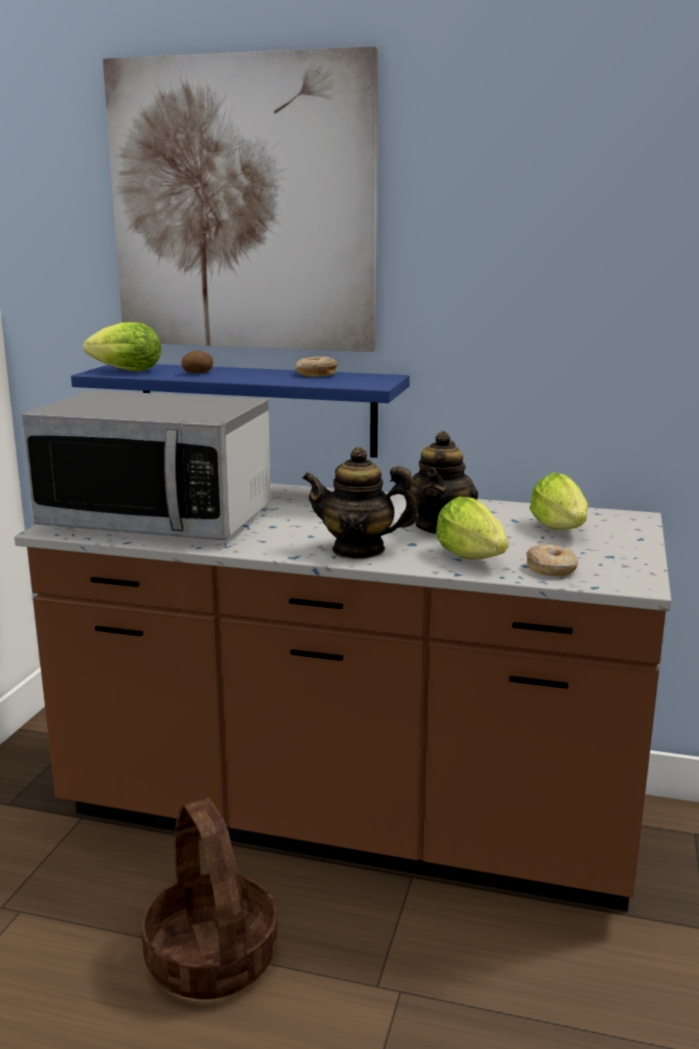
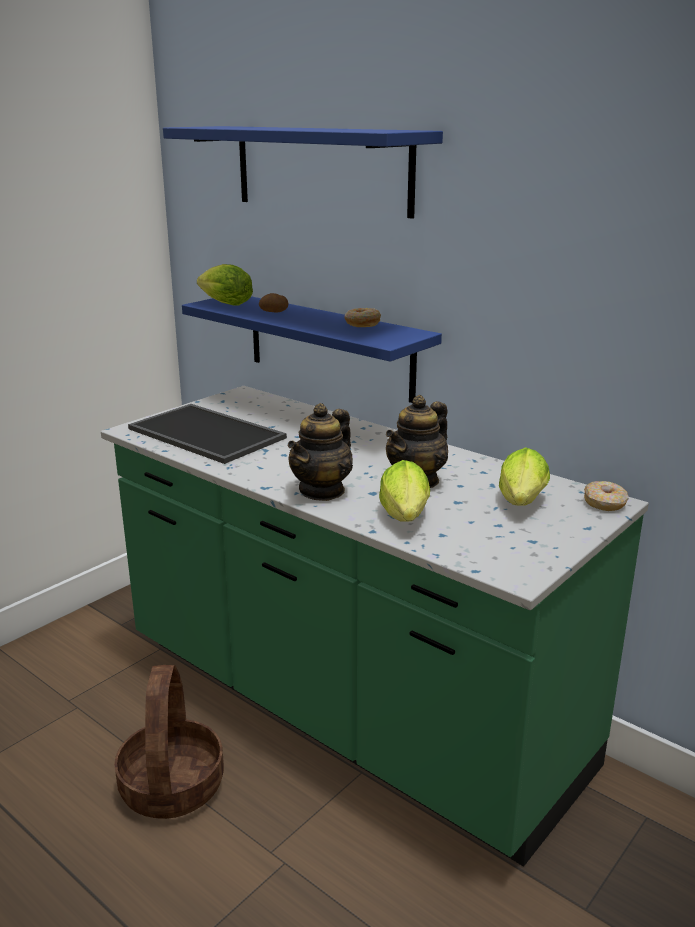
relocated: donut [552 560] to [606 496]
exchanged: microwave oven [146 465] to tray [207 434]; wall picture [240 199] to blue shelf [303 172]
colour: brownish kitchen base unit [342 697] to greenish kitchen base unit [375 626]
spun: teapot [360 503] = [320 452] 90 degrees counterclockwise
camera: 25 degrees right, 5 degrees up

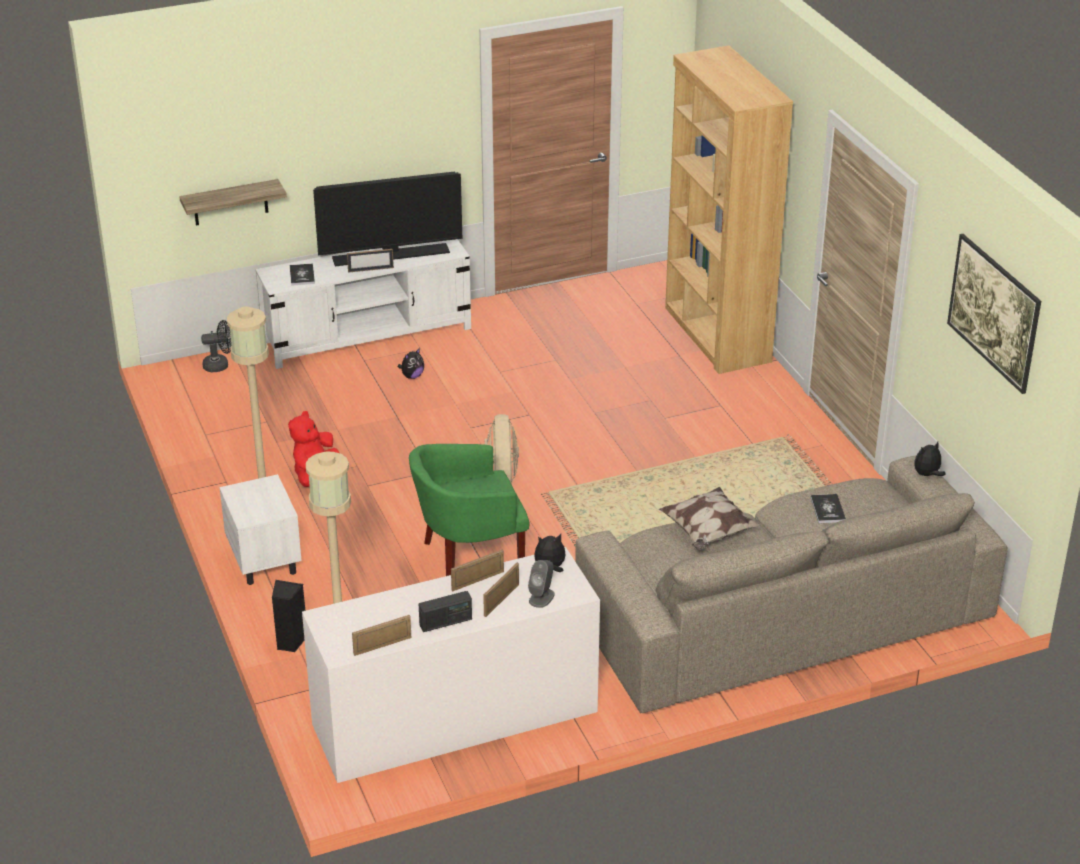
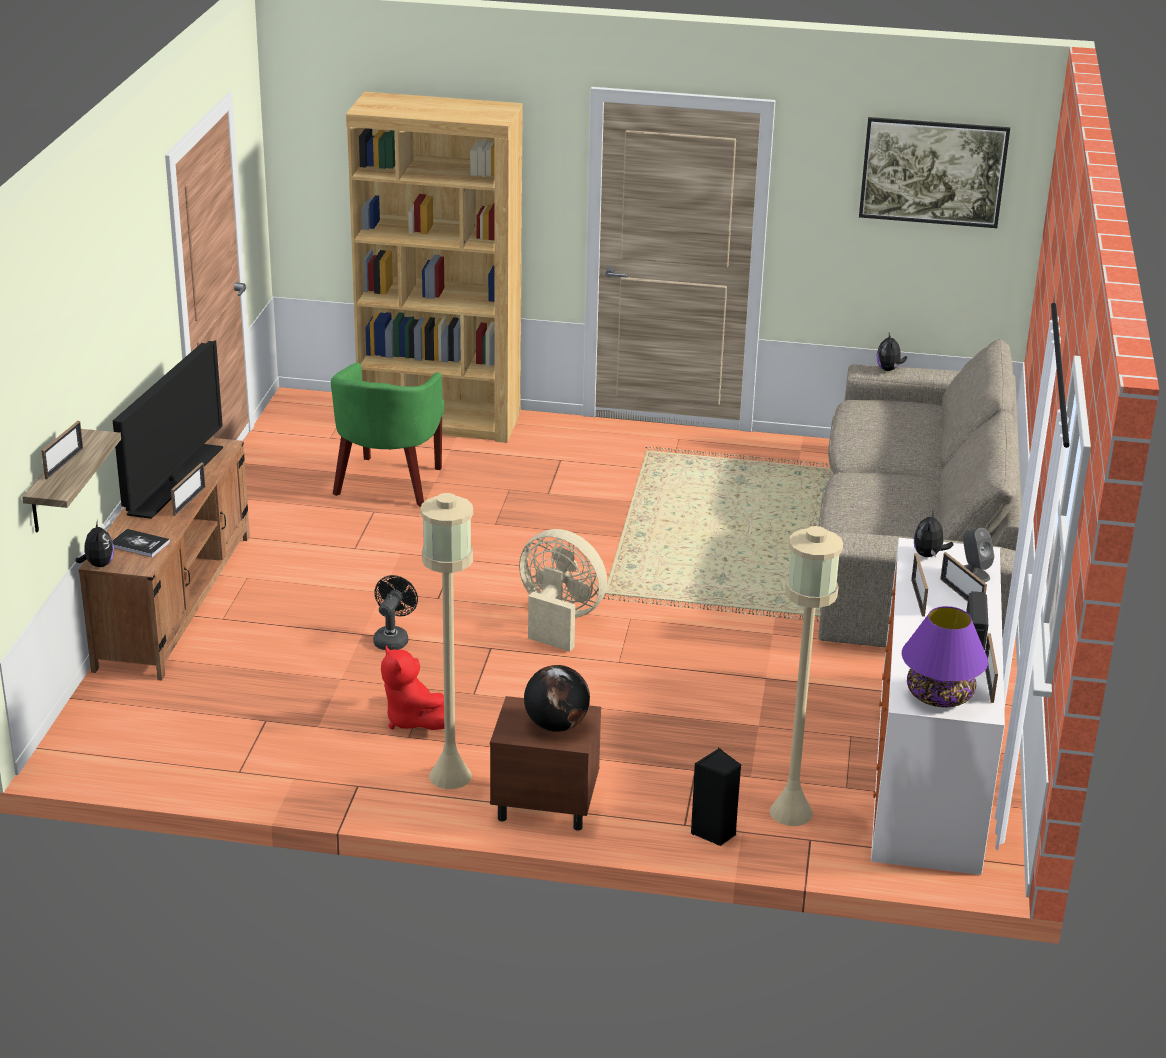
missing: throw pillow [710 518]; bound book [828 508]
appeared: standing frame [62 450]; desk globe [557 698]; purplish tabletop lamp [945 656]
relocated: blackish fan [216 346] to [395 612]; soft toy [411 363] to [94 543]; greenish lounge chair [469 510] to [387 435]
colour: white nightstand [260 529] to brownish nightstand [545 763]; white media console [363 304] to brownish media console [164 559]
camera: 60 degrees left, 5 degrees down

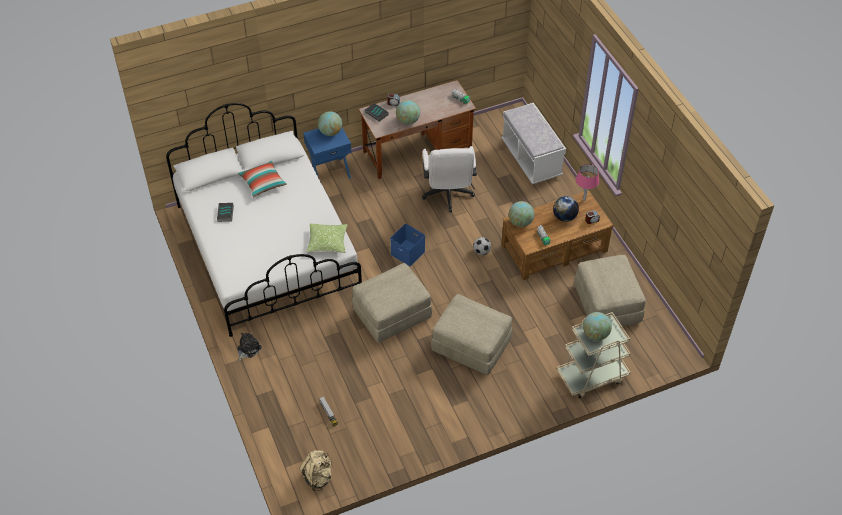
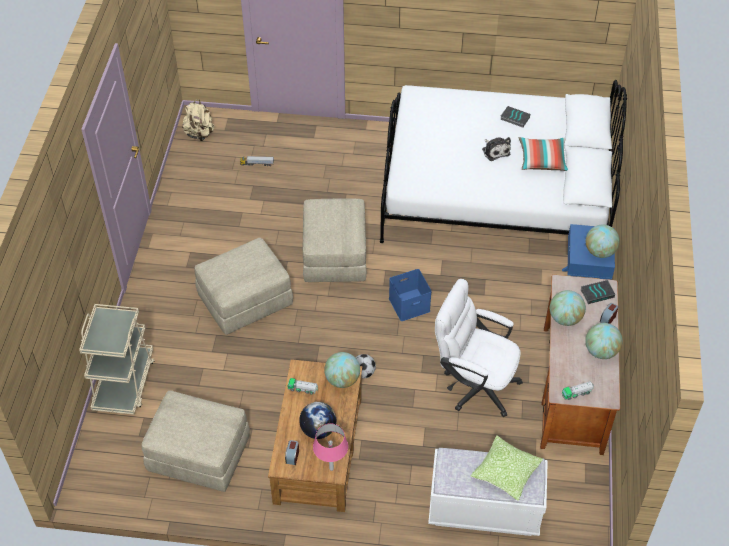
relocated: soft toy [249 347] to [496 149]; throw pillow [326 238] to [507 468]; desk globe [597 326] to [604 341]
camera: 120 degrees right, 0 degrees up

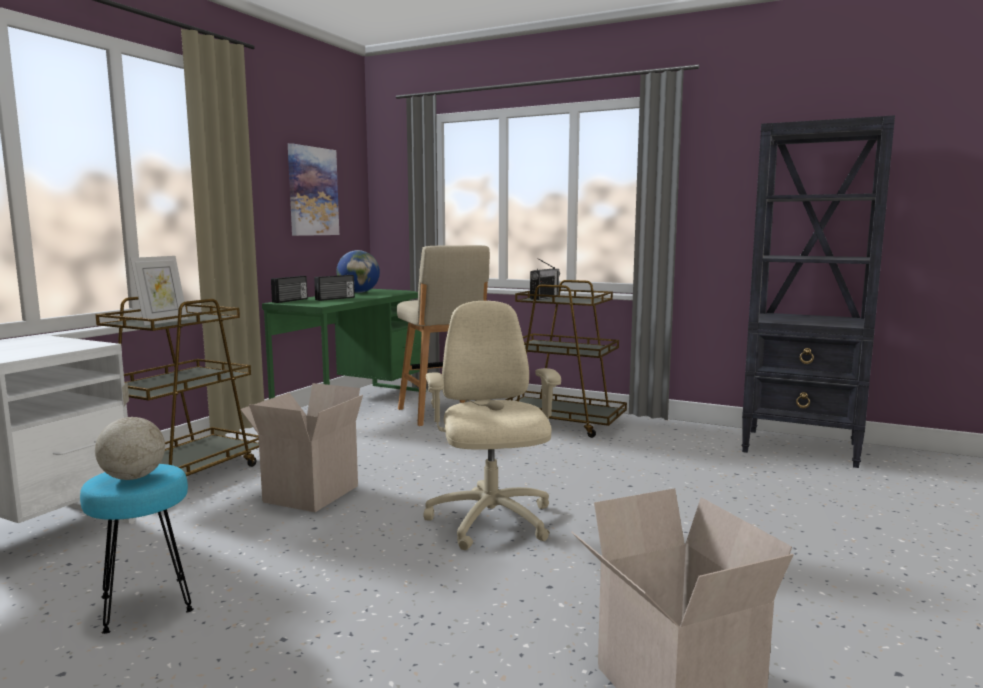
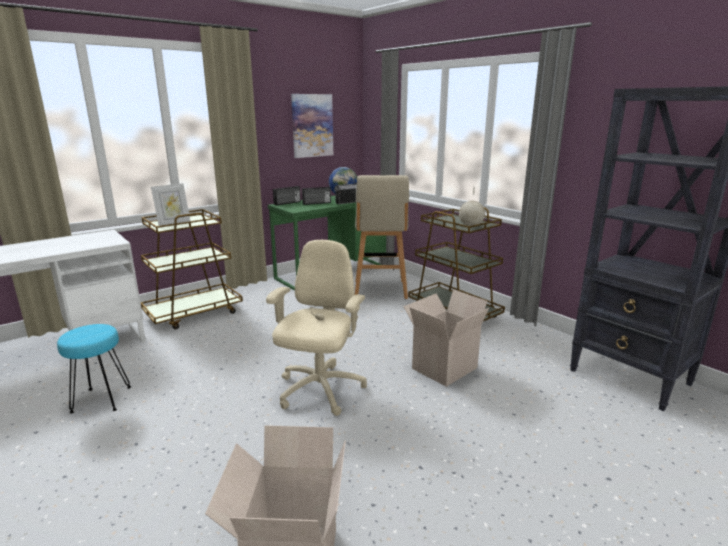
relocated: desk globe [130 431] to [472 206]; carton [301 447] to [446 338]; radio set [545 279] to [345 190]
camera: 25 degrees right, 10 degrees up

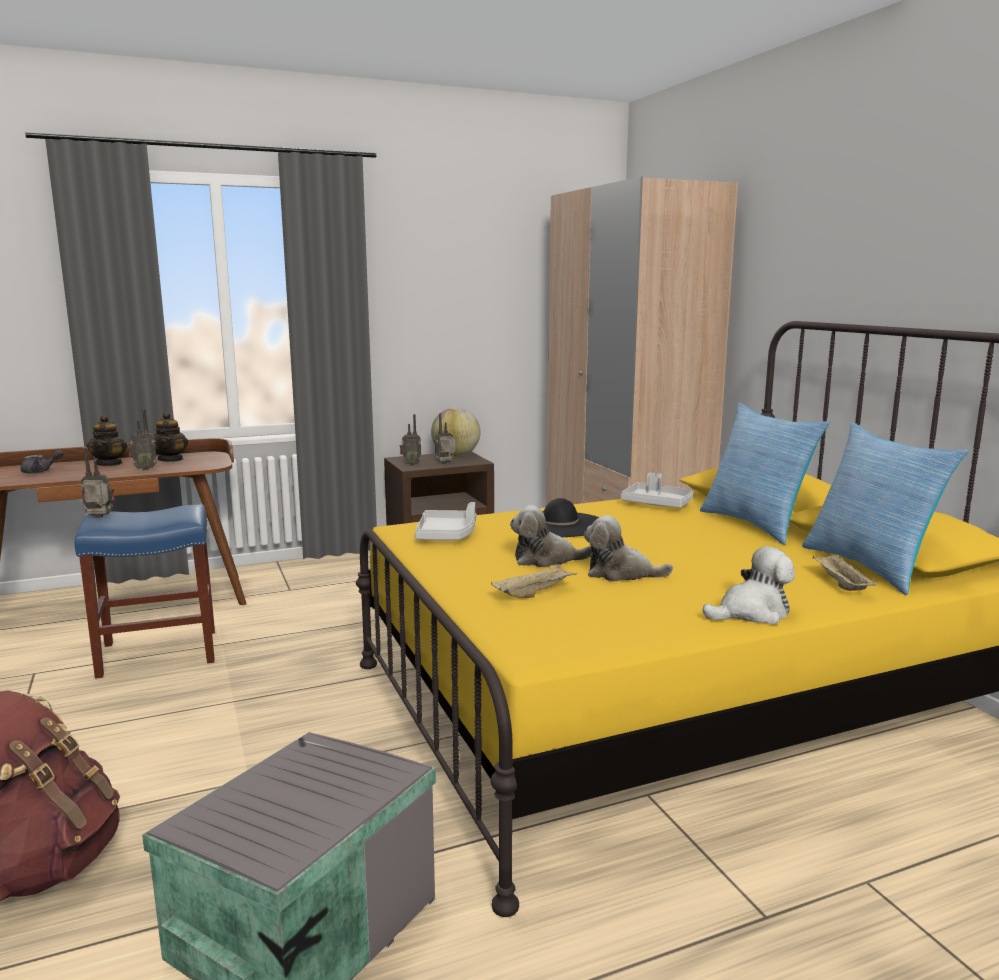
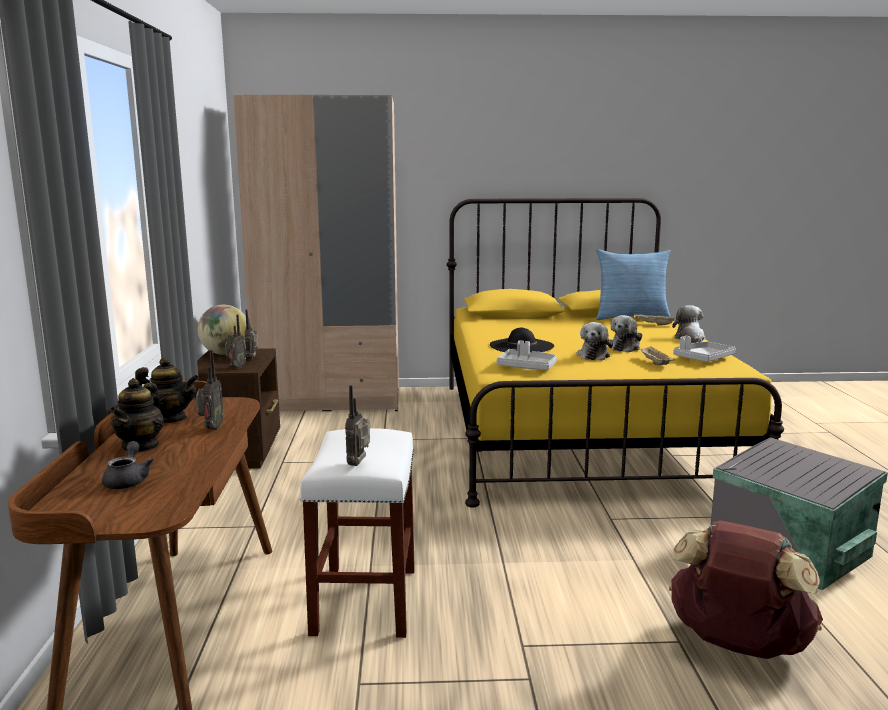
missing: throw pillow [765 473]
relocated: greyish tray [657 490] to [704 349]
colour: blue stool seat [145 591] to white stool seat [357 533]
spun: teapot [107 440] = [137 415] 90 degrees clockwise
camera: 70 degrees left, 0 degrees up

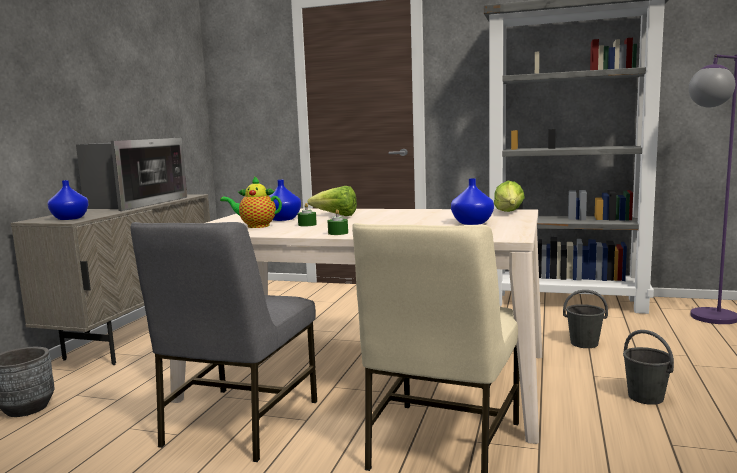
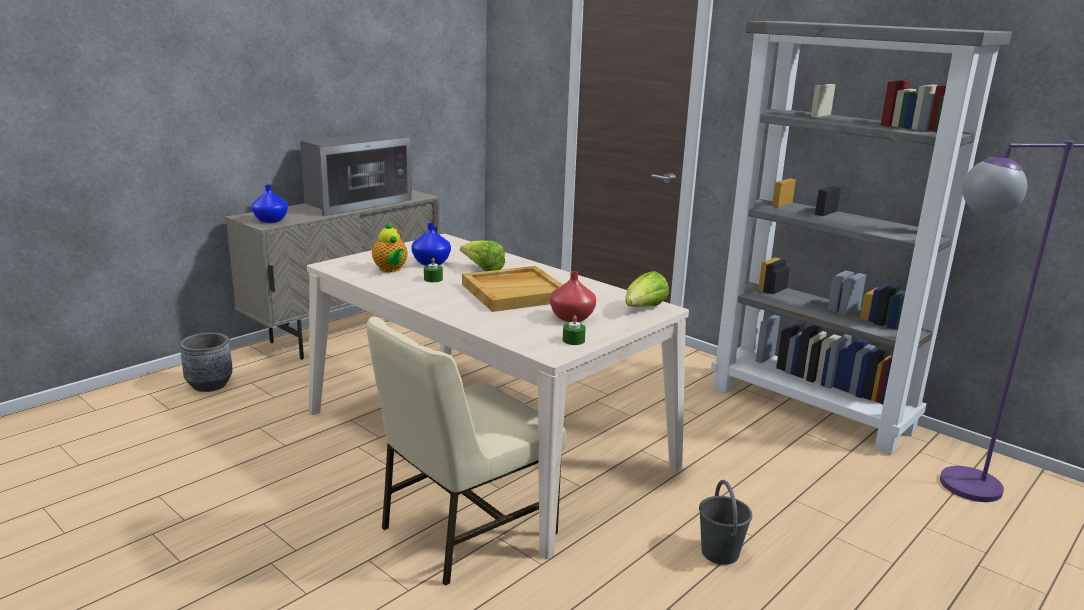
missing: greyish chair [224 342]; greyish bucket [585 319]
appeared: beige tray [512 289]
relocated: greenish wax light [338 222] to [574 330]
colour: blue flower vase [472 201] to red flower vase [573 296]
spun: teapot [251 202] = [390 246] 150 degrees counterclockwise
camera: 25 degrees right, 10 degrees up

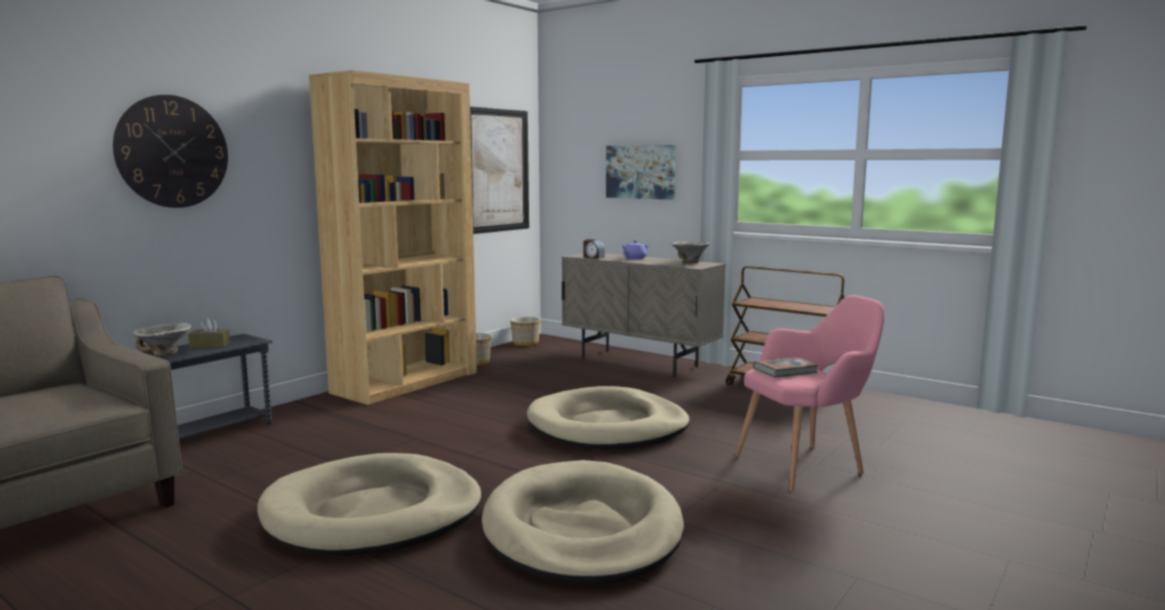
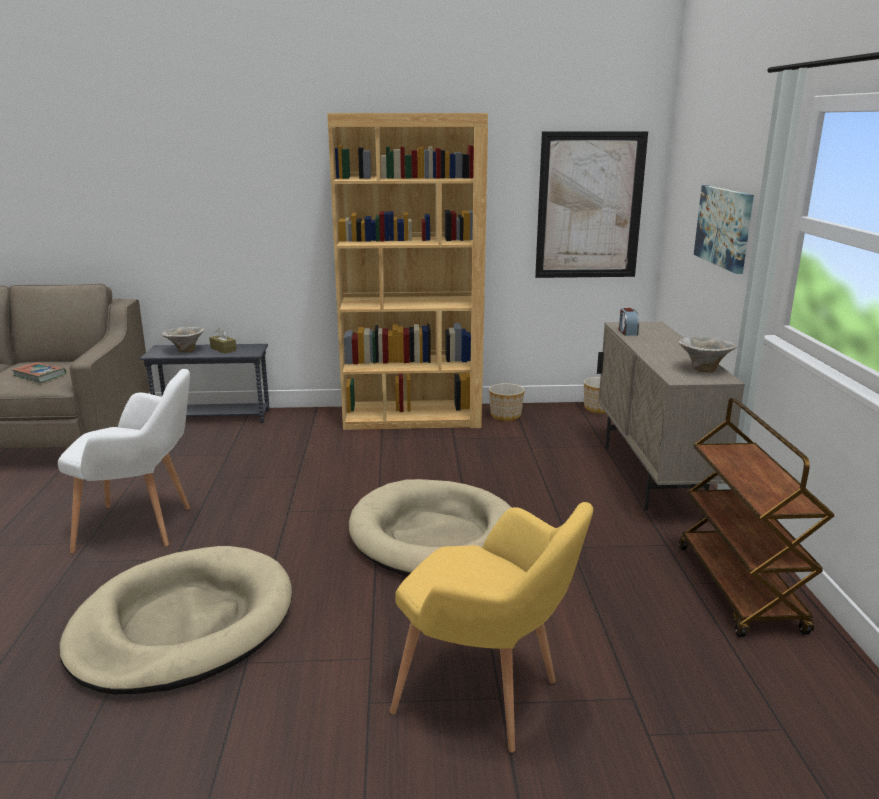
missing: wall clock [170 151]; purplish teapot [634 249]
relocated: bound book [786 367] to [38 372]
exchanged: beige dog cushion [369 504] to white lounge chair [124 461]
colour: pink-coloured lounge chair [809 393] to yellow-coloured lounge chair [491 627]
camera: 50 degrees right, 10 degrees up

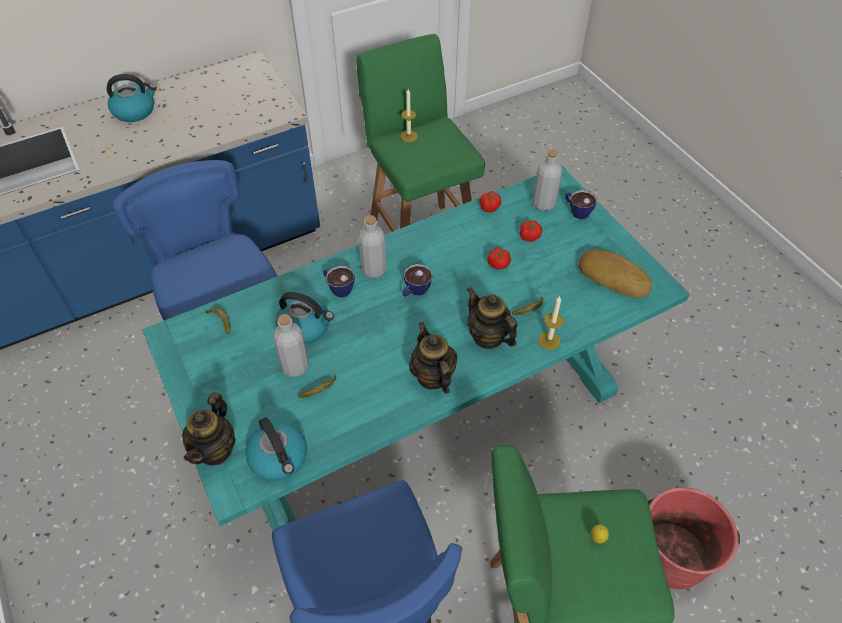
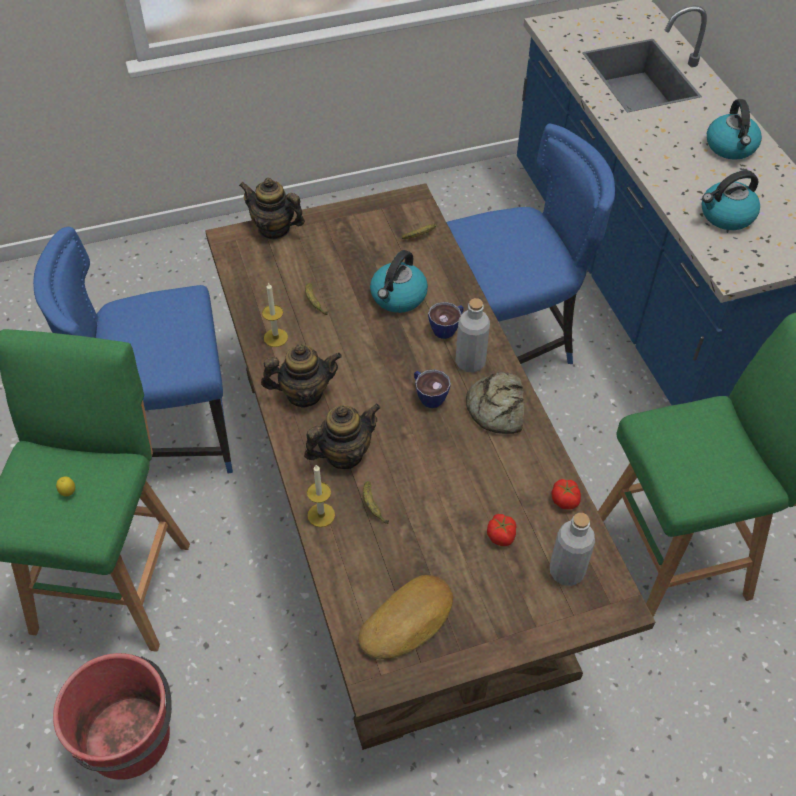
missing: greyish drink bottle [291 345]; tomato [499 259]; small cup [581 204]
appeared: bread [495 402]
relocated: tea kettle [276 449] to [731 200]; wax light [409 115] to [275 314]
colour: turquoise dining table [416 348] to brownish dining table [430 466]
camera: 100 degrees right, 0 degrees up

